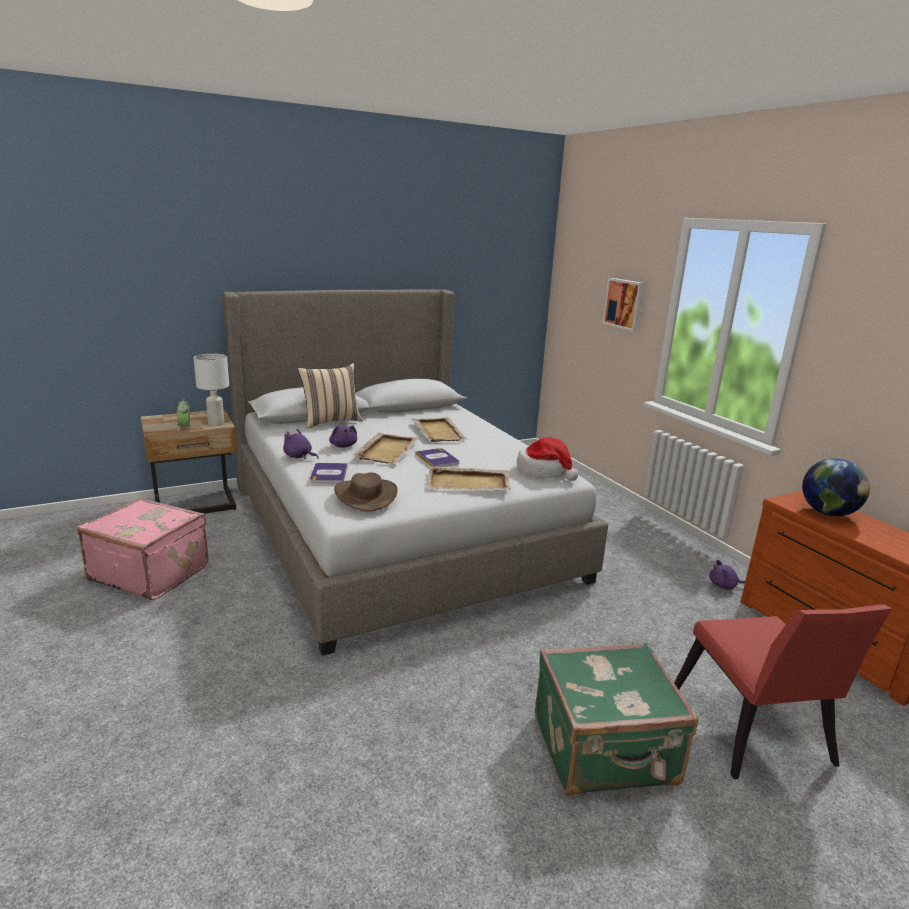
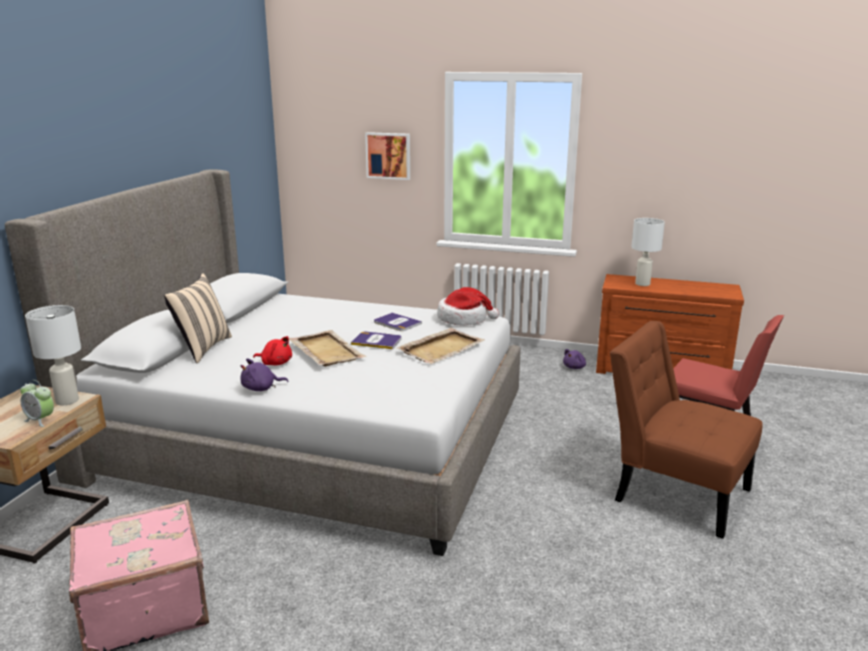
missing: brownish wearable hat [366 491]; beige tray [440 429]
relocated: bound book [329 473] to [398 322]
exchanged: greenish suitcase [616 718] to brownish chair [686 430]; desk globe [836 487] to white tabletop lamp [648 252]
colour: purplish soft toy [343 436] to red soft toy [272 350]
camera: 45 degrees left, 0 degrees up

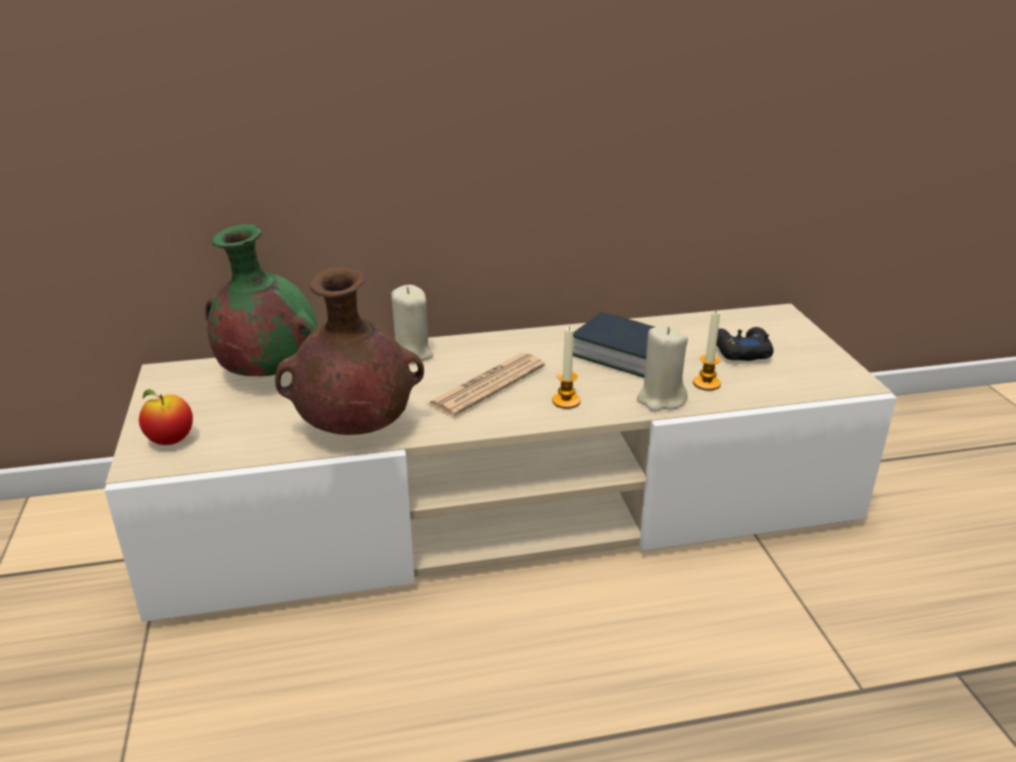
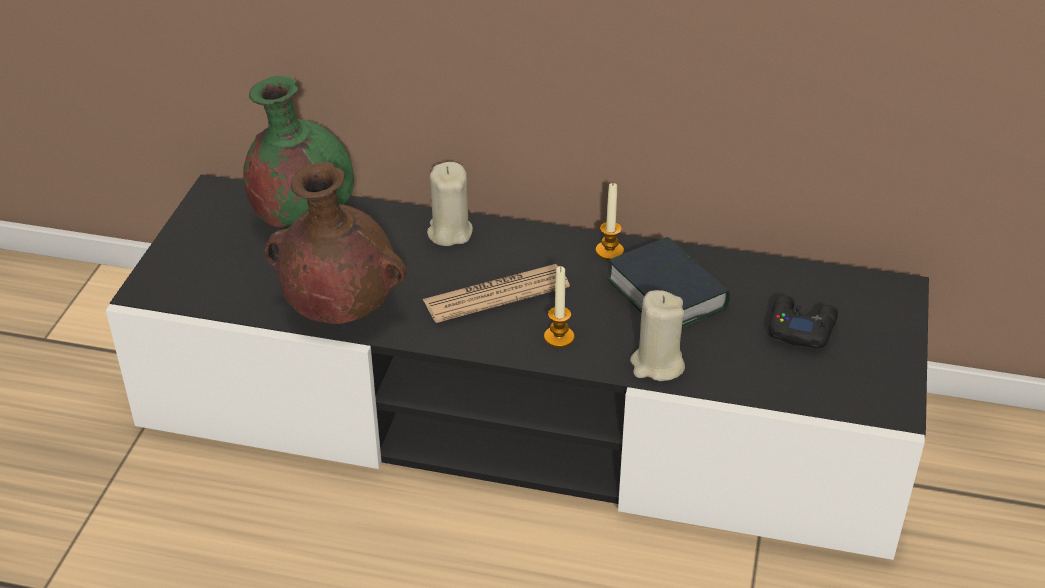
missing: apple [166 417]
relocated: wax light [707 351] to [610 221]
colour: beige media console [500 462] to blackish media console [517 367]
camera: 25 degrees right, 10 degrees up

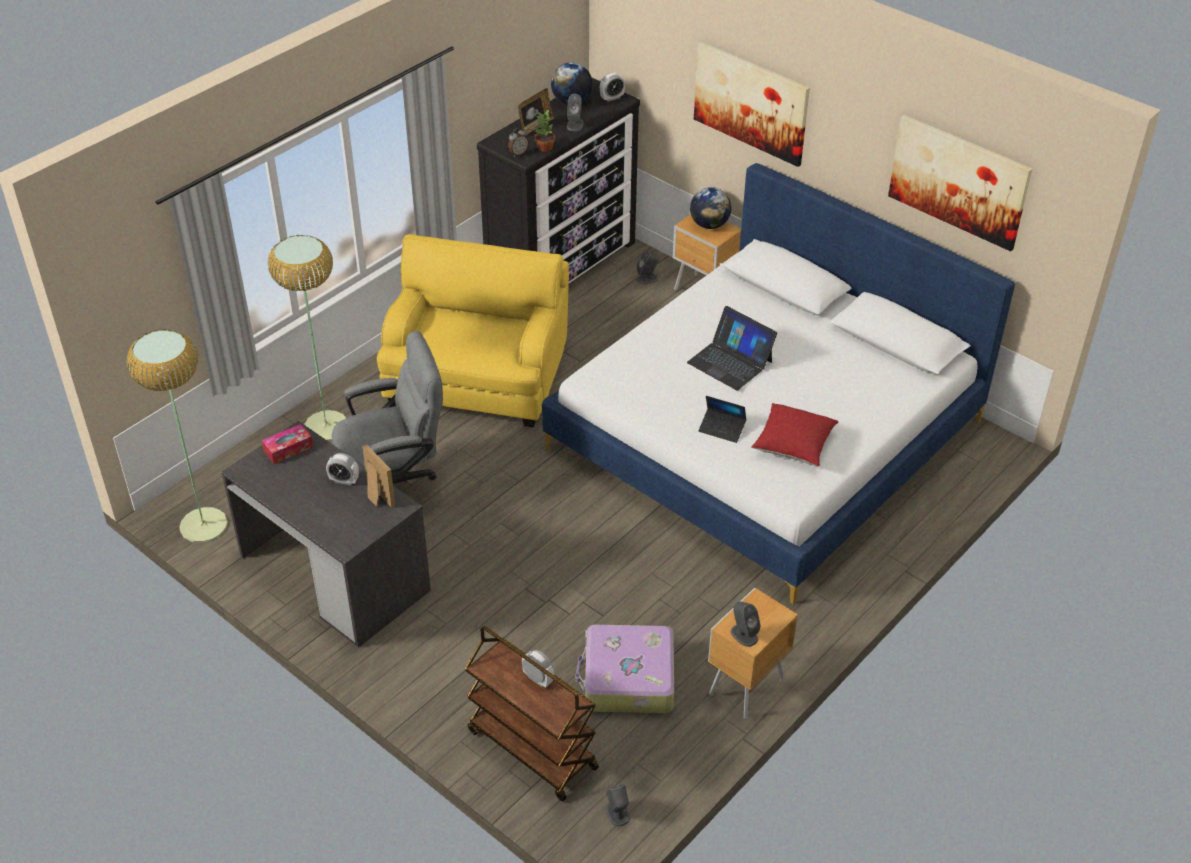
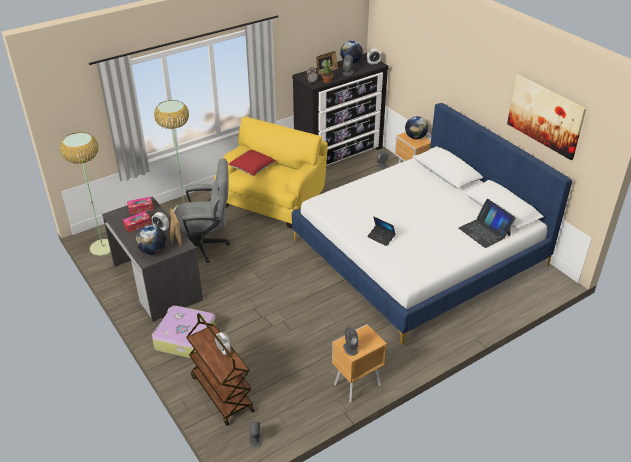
missing: wall picture [752 104]
appeared: tissue holder [137 222]; desk globe [151 240]
relocated: suitcase [624 668] to [184 331]; laptop [732 348] to [487 223]; red throw pillow [794 435] to [252 163]
camera: 15 degrees right, 5 degrees down

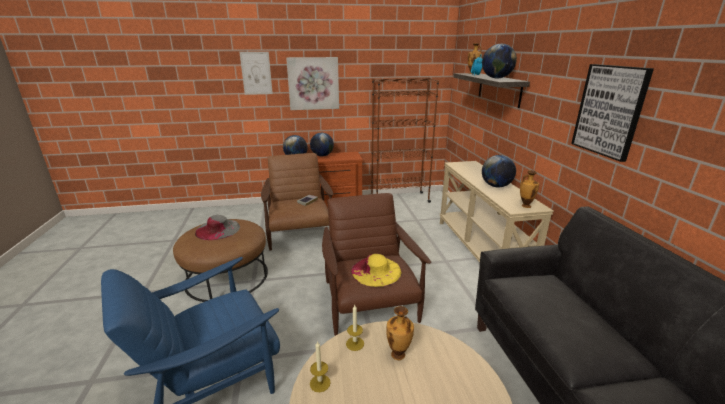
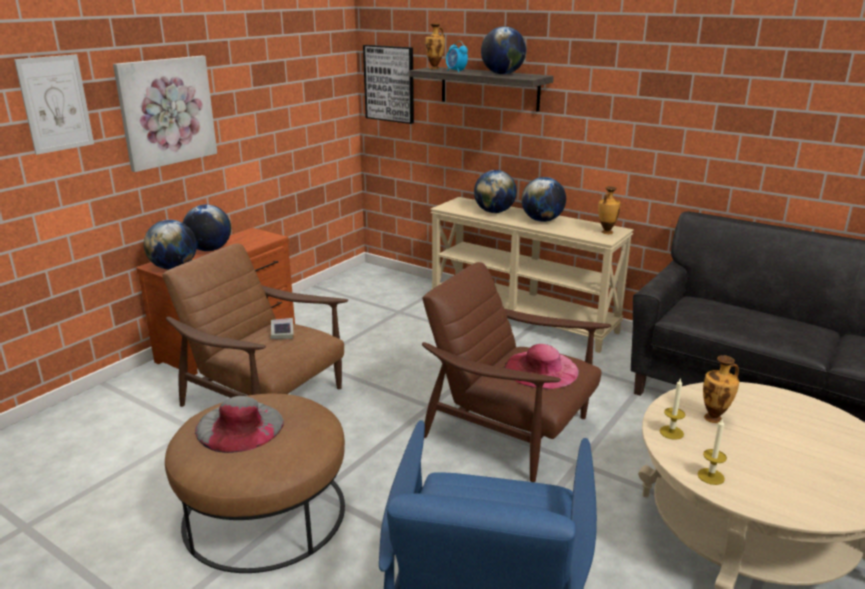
missing: brownish bookshelf [405 140]
appeared: desk globe [495 191]
relocated: wall picture [612 113] to [388 84]
colour: yellow-coloured wearable hat [376 270] to pink-coloured wearable hat [541 366]
camera: 45 degrees left, 0 degrees up

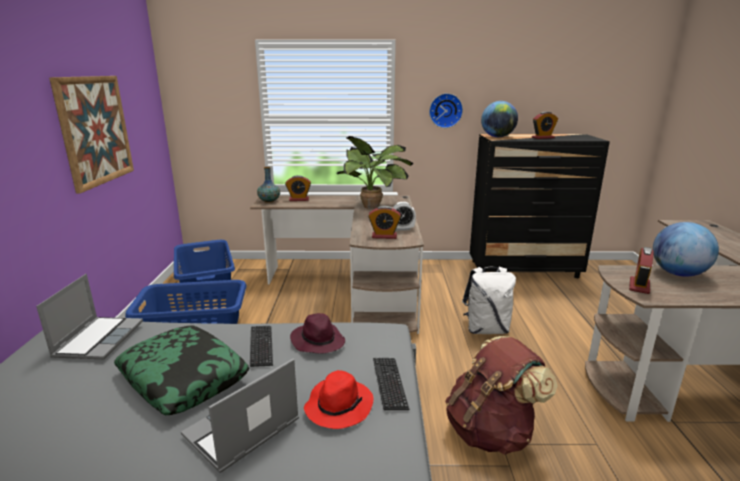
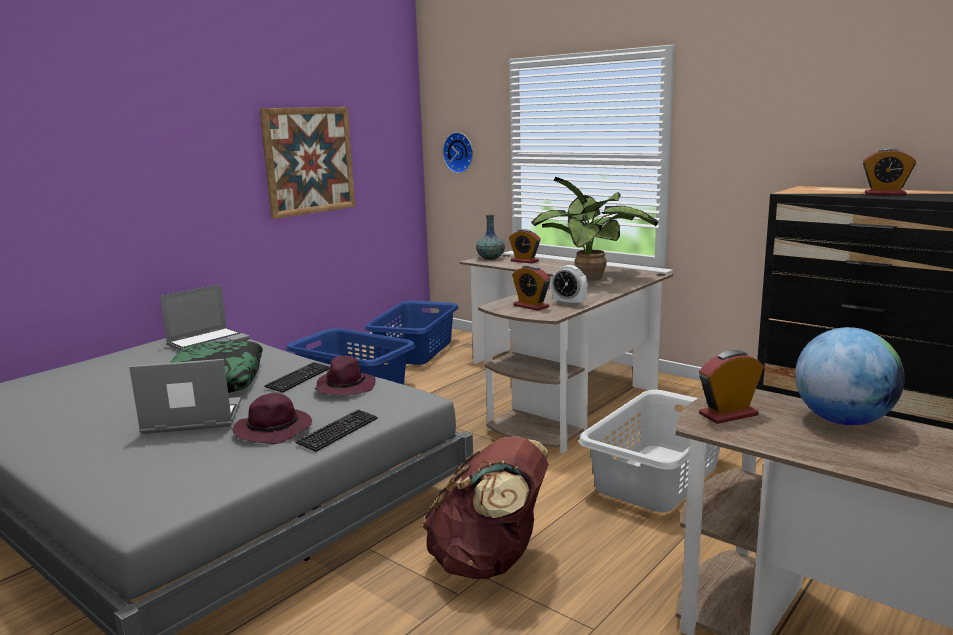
missing: desk globe [499 119]
relocated: wall clock [446 110] to [458 152]
exchanged: white backpack [489 300] to greyish washing basket [649 451]
colour: red wearable hat [339 399] to purplish wearable hat [272 418]
camera: 40 degrees right, 5 degrees down

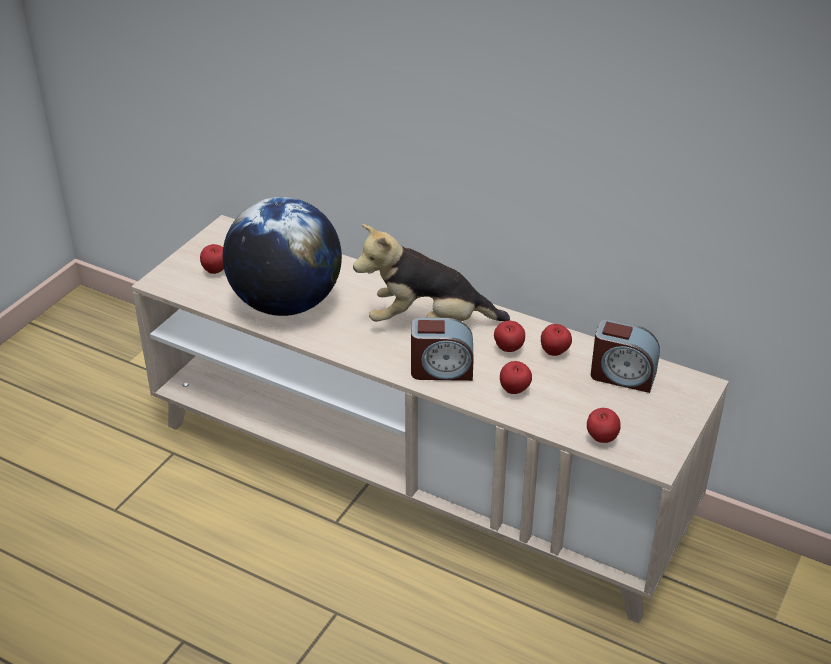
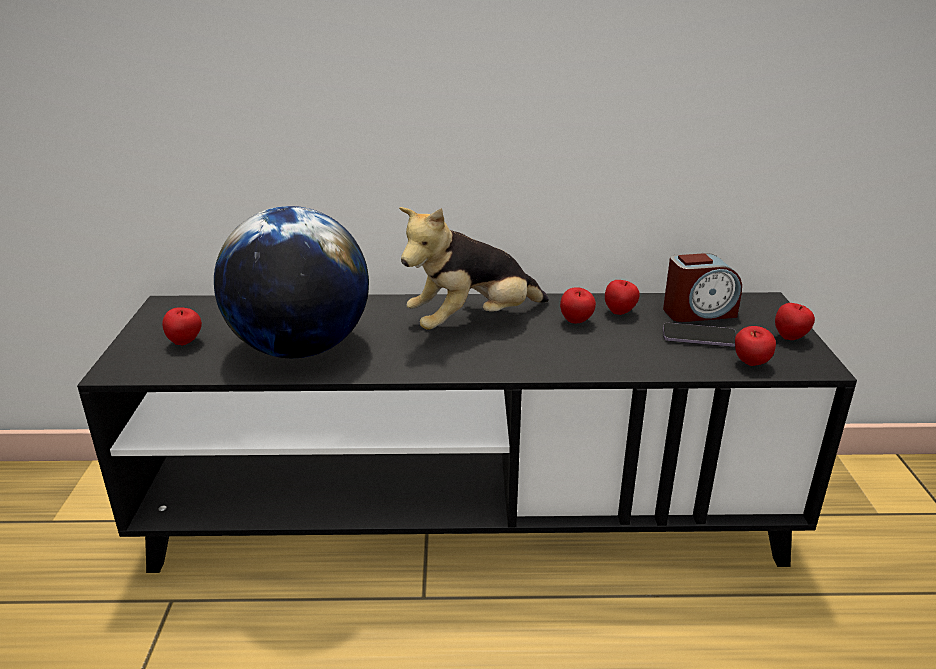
missing: alarm clock [442 349]
appeared: phone [699 335]
relocated: apple [516 377] to [795 321]
colour: beige media console [430 419] to blackish media console [467 432]
camera: 30 degrees left, 10 degrees down

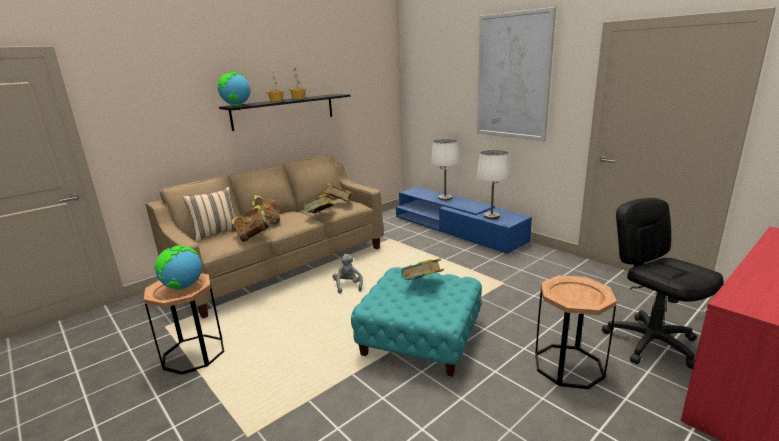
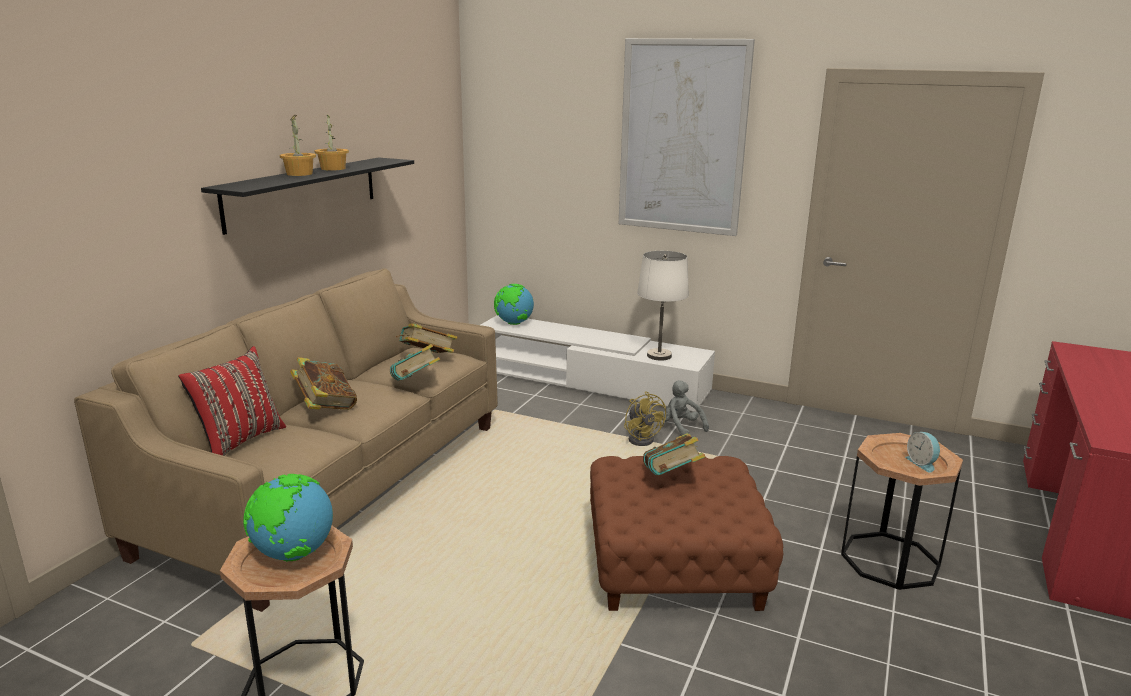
missing: bound book [251 223]; white tabletop lamp [445 170]; blackish computer chair [663 283]
appeared: yellow-coloured fan [645 419]; alarm clock [923 452]
relocated: desk globe [233 89] to [514 304]; greyish soft toy [347 274] to [685 408]
colour: beige throw pillow [209 214] to red throw pillow [232 401]; turquoise ottoman [416 322] to brownish ottoman [686 533]; blue media console [464 220] to white media console [598 364]
camera: 25 degrees left, 0 degrees up

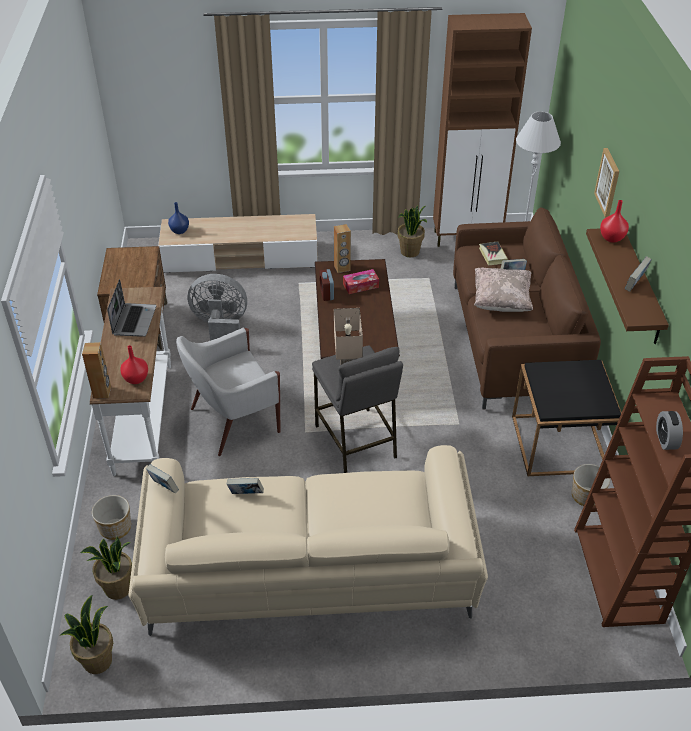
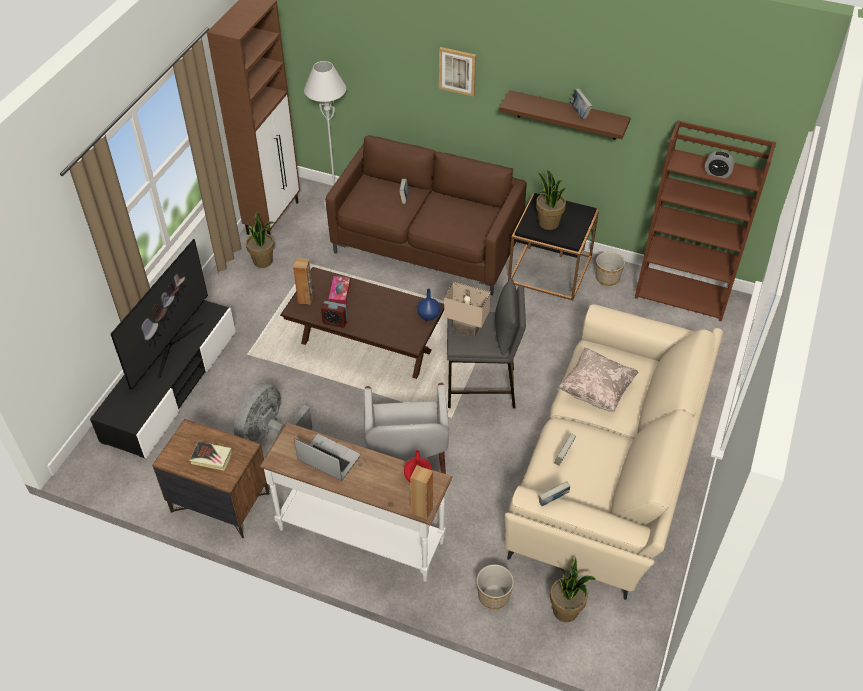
missing: red flower vase [614 221]
appeared: television [159 314]
relocated: houseplant [86 634] to [551 200]; blue flower vase [178 218] to [428 305]; beige throw pillow [503 290] to [597 380]; bound book [493 253] to [211 455]
colour: beige media console [238 243] to blackish media console [163 379]
camera: 65 degrees left, 5 degrees up

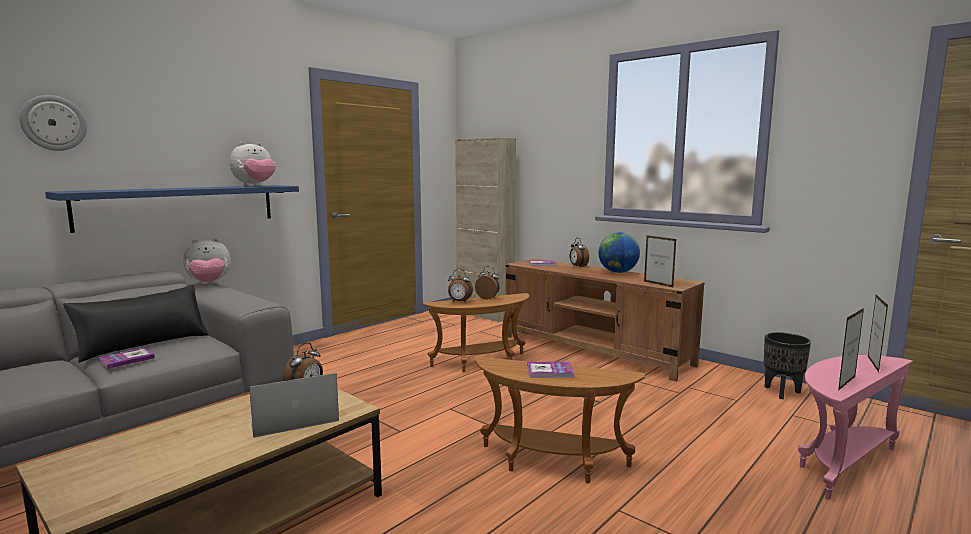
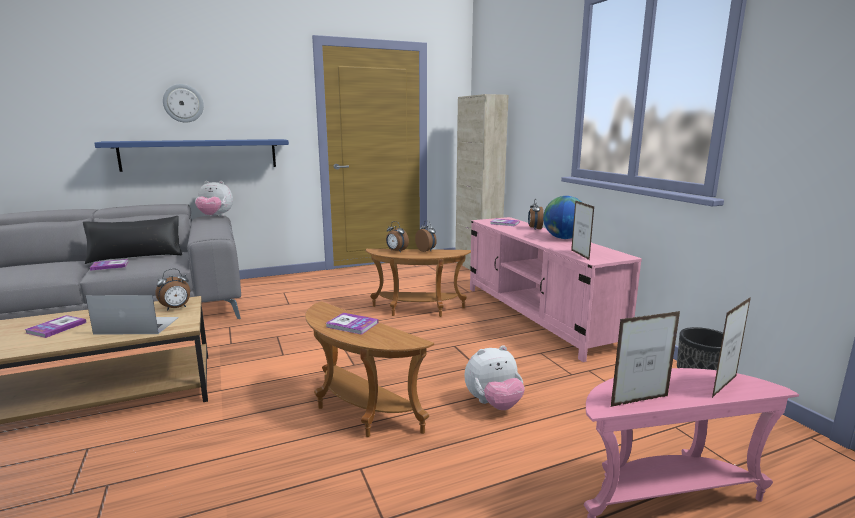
appeared: bound book [55 326]
relocated: wall clock [53 123] to [183 103]; soft toy [253 164] to [495 377]
colour: brownish media console [605 320] to pink-coloured media console [556 289]
camera: 25 degrees right, 5 degrees up

